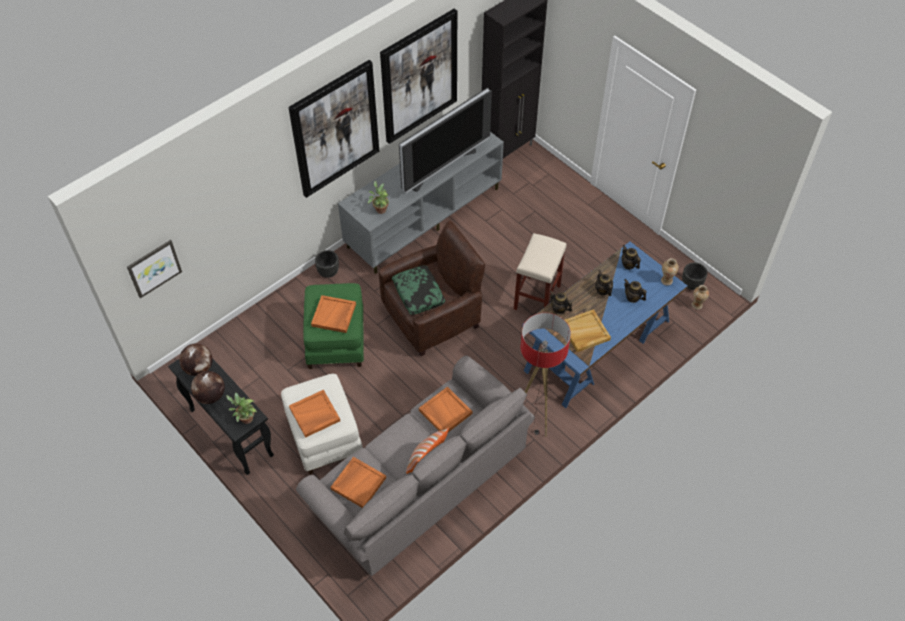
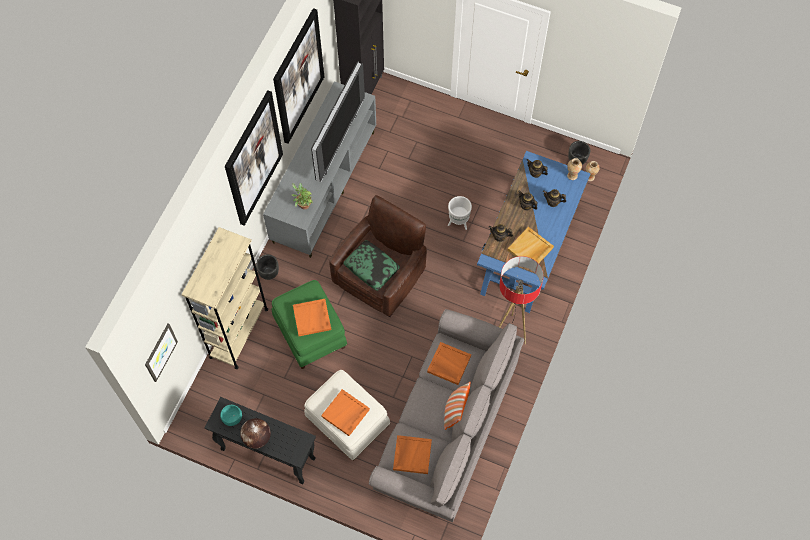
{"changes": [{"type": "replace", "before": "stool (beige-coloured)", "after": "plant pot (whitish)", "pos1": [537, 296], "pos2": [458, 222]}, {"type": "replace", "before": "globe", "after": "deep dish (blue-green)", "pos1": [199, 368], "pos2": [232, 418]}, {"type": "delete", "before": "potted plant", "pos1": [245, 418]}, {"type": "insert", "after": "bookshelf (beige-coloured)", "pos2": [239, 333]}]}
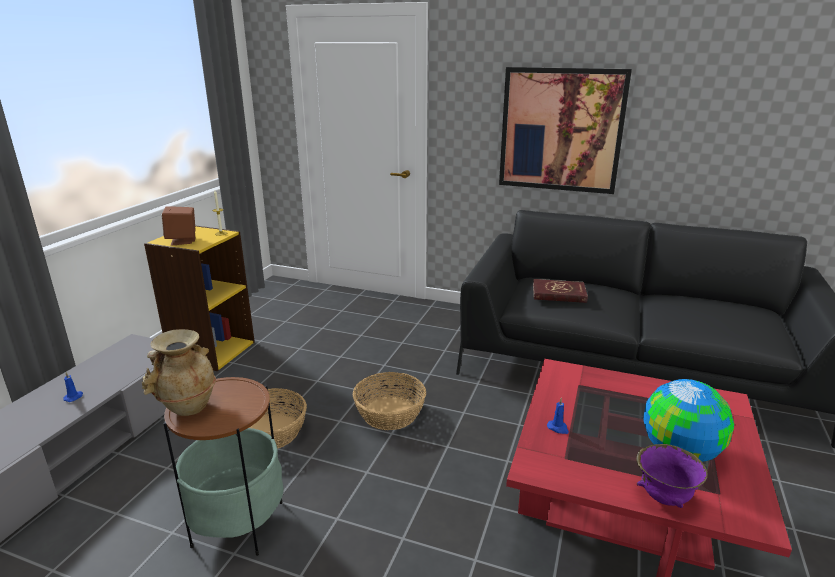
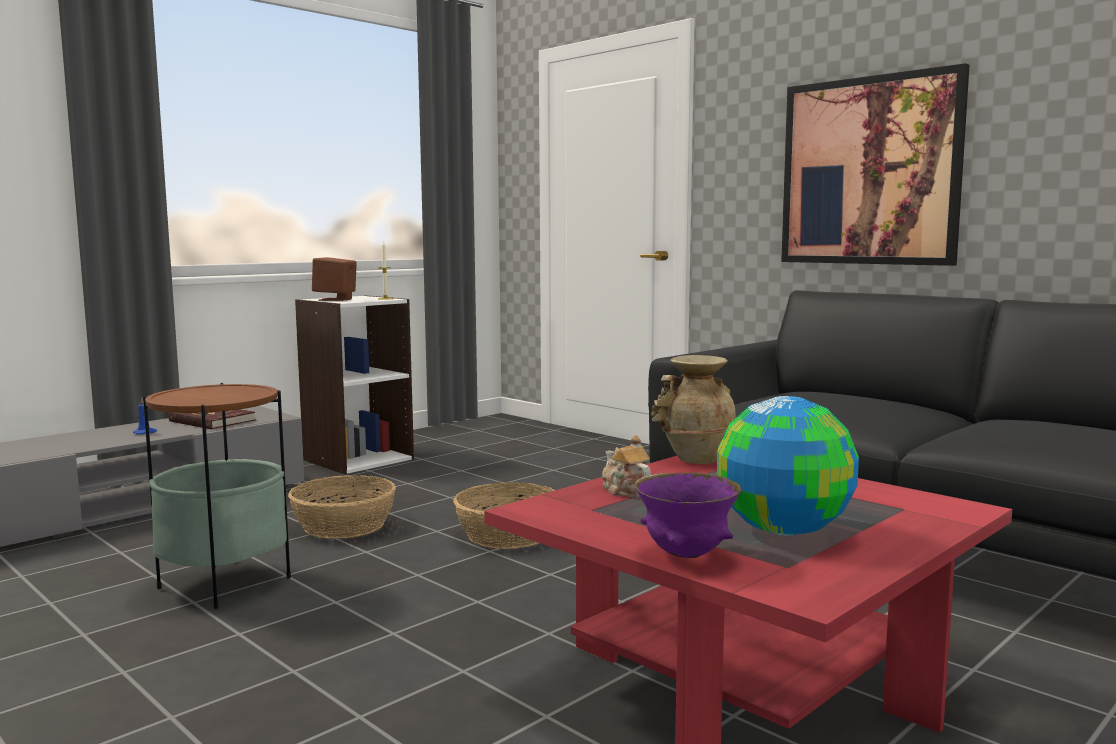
{"changes": [{"type": "recolor", "before": "bookshelf (yellow-coloured)", "after": "bookshelf (whitish)", "pos1": [211, 350], "pos2": [358, 459]}, {"type": "move", "before": "book (reddish)", "pos1": [559, 293], "pos2": [211, 421]}, {"type": "move", "before": "decorative vase (beige-coloured)", "pos1": [187, 407], "pos2": [695, 459]}, {"type": "replace", "before": "wax candle (blue-coloured)", "after": "pot for tea", "pos1": [558, 428], "pos2": [624, 490]}]}
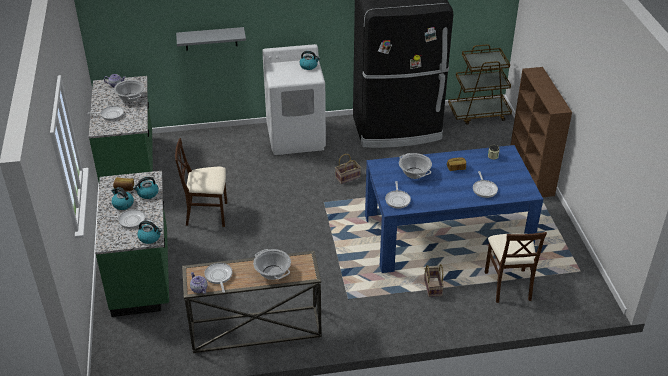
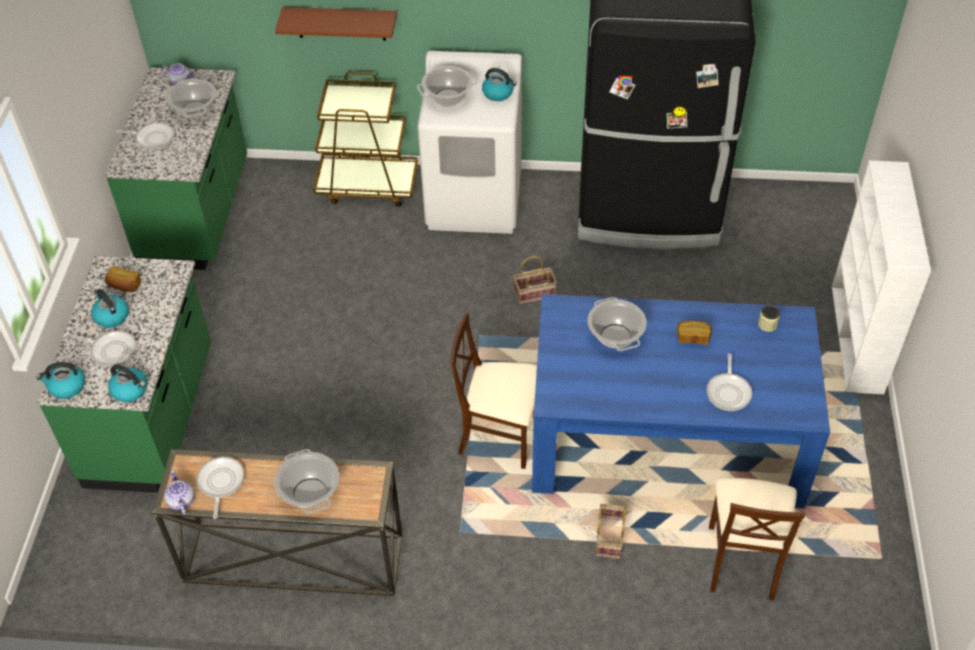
{"changes": [{"type": "recolor", "before": "shelf (greyish)", "after": "shelf (brownish)", "pos1": [211, 38], "pos2": [341, 23]}, {"type": "move", "before": "wheeled cart (brownish)", "pos1": [479, 113], "pos2": [368, 185]}, {"type": "recolor", "before": "bookshelf (brownish)", "after": "bookshelf (whitish)", "pos1": [532, 173], "pos2": [857, 339]}, {"type": "move", "before": "plain chair (beige-coloured)", "pos1": [207, 214], "pos2": [499, 436]}, {"type": "move", "before": "kettle", "pos1": [147, 193], "pos2": [66, 387]}, {"type": "delete", "before": "skillet", "pos1": [397, 199]}, {"type": "insert", "after": "saucepot", "pos2": [447, 98]}]}
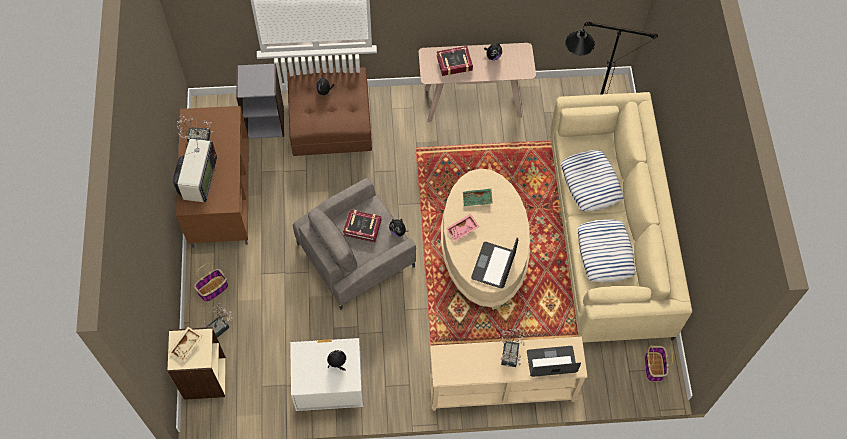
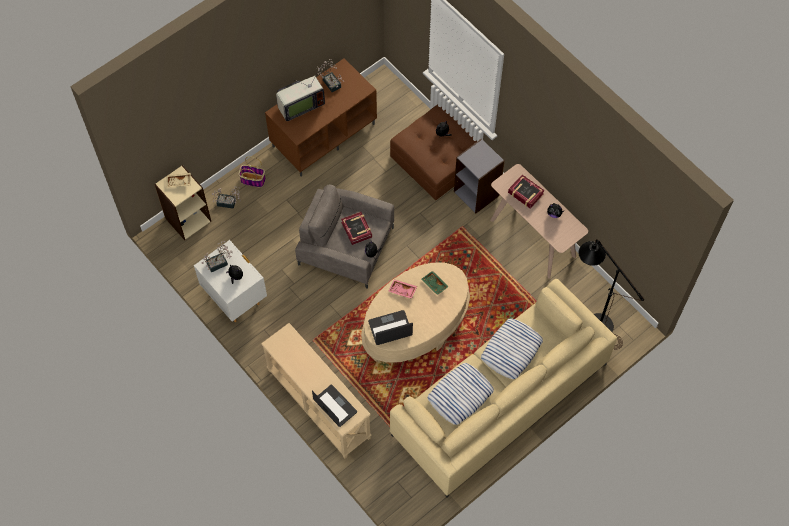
{"changes": [{"type": "move", "before": "bookshelf (greyish)", "pos1": [265, 121], "pos2": [477, 193]}, {"type": "move", "before": "potted plant", "pos1": [510, 352], "pos2": [219, 263]}, {"type": "delete", "before": "basket", "pos1": [654, 367]}]}
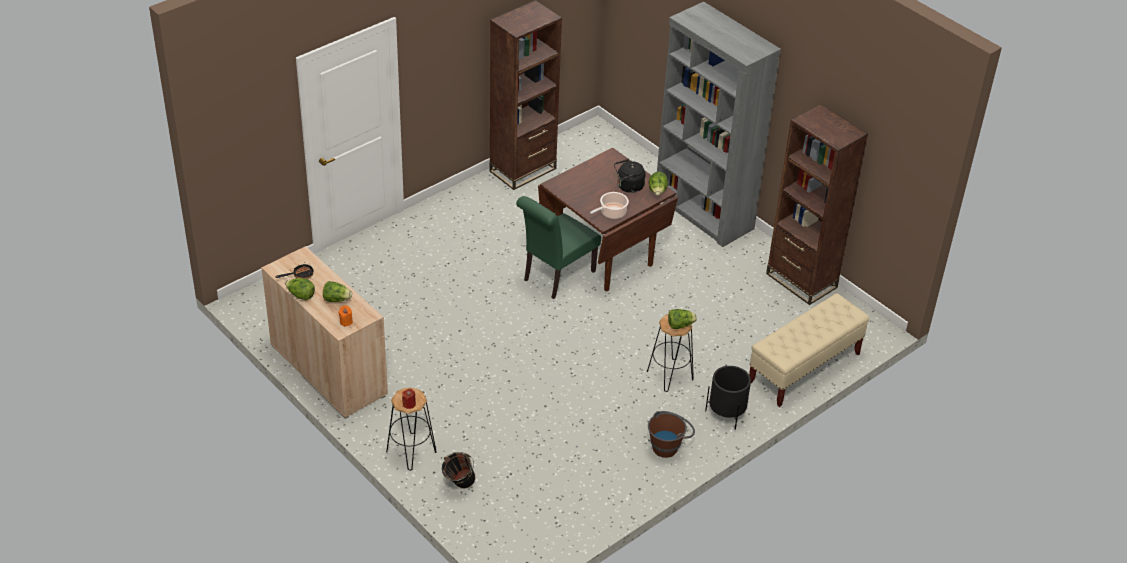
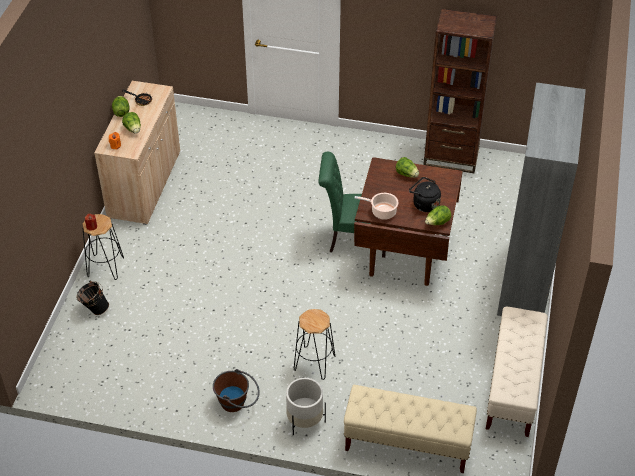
{"changes": [{"type": "replace", "before": "bookshelf (brownish)", "after": "bench (beige-coloured)", "pos1": [801, 280], "pos2": [513, 386]}, {"type": "move", "before": "lettuce head", "pos1": [680, 325], "pos2": [407, 174]}, {"type": "recolor", "before": "plant pot (black)", "after": "plant pot (whitish)", "pos1": [726, 414], "pos2": [305, 421]}]}
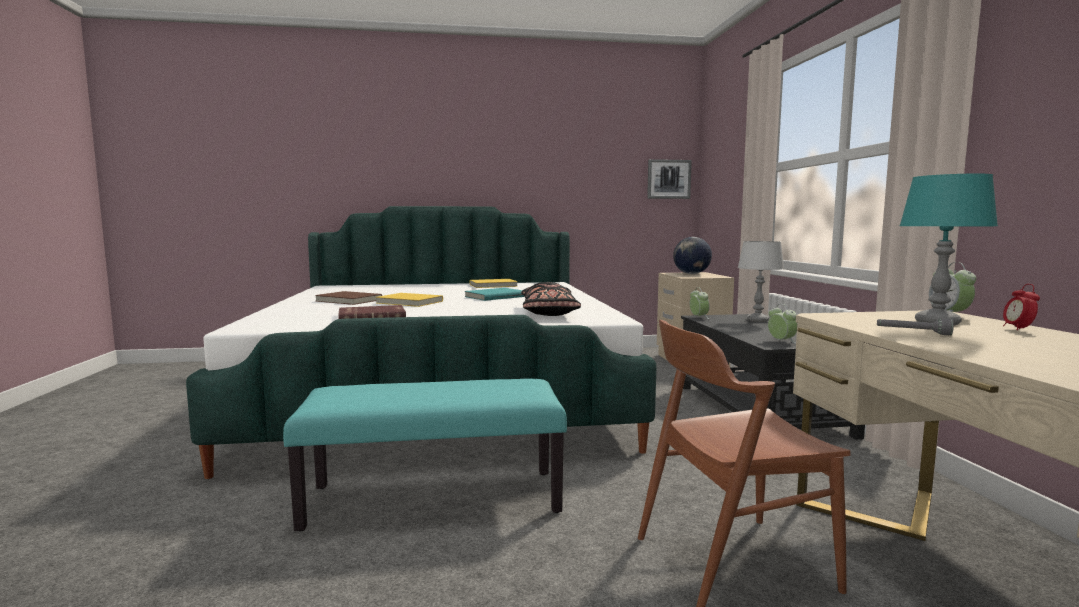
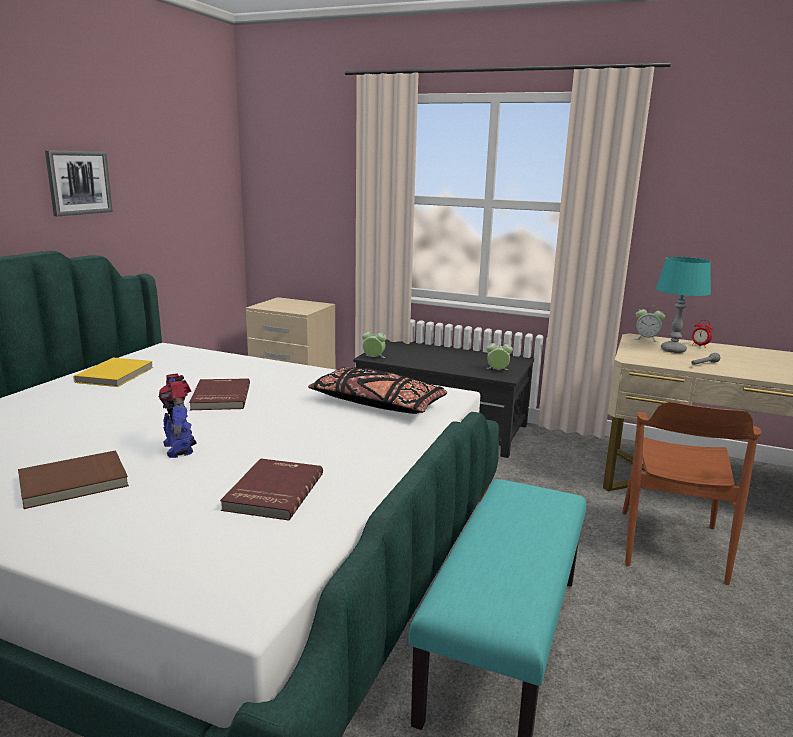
{"changes": [{"type": "move", "before": "wall picture", "pos1": [668, 179], "pos2": [78, 182]}, {"type": "delete", "before": "globe", "pos1": [691, 274]}, {"type": "delete", "before": "table lamp (greyish)", "pos1": [757, 320]}, {"type": "recolor", "before": "book (blue-green)", "after": "book (reddish)", "pos1": [494, 296], "pos2": [219, 397]}, {"type": "replace", "before": "book (yellow-coloured)", "after": "robot figure", "pos1": [409, 302], "pos2": [179, 448]}]}
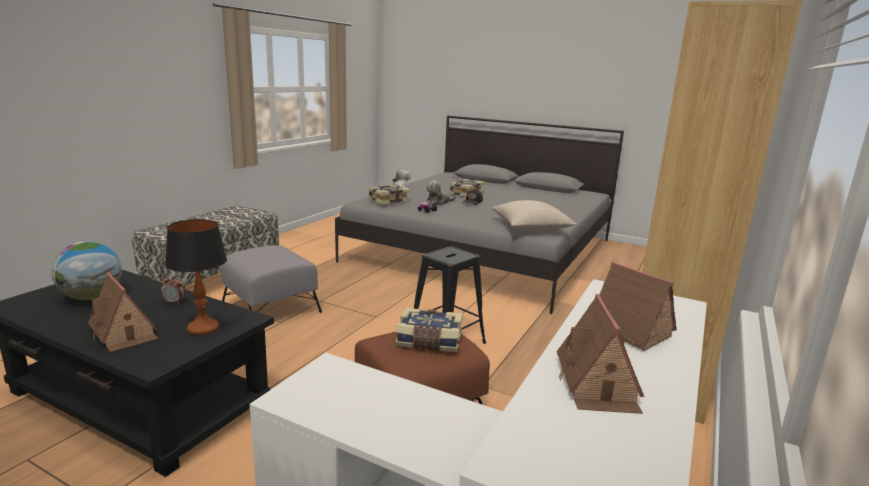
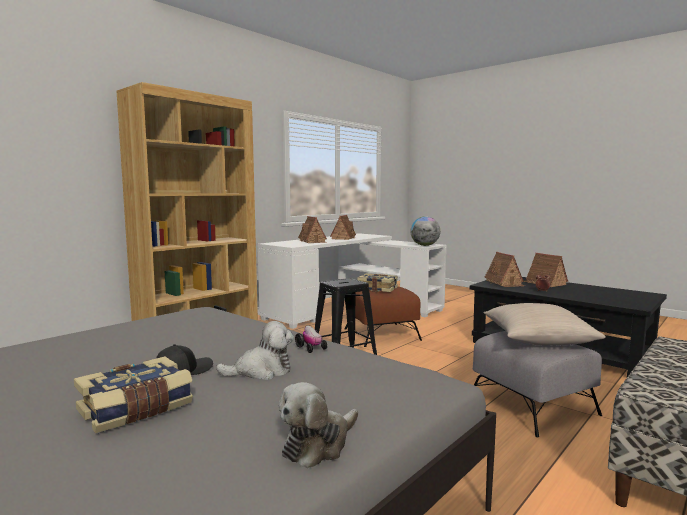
{"changes": [{"type": "delete", "before": "book", "pos1": [388, 200]}, {"type": "move", "before": "cushion (beige-coloured)", "pos1": [530, 227], "pos2": [538, 339]}, {"type": "replace", "before": "table lamp", "after": "miniature house", "pos1": [202, 328], "pos2": [504, 283]}, {"type": "move", "before": "globe", "pos1": [92, 297], "pos2": [424, 245]}]}
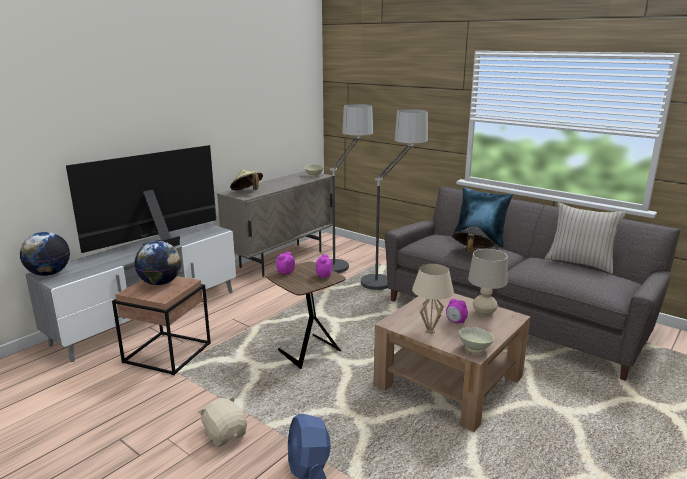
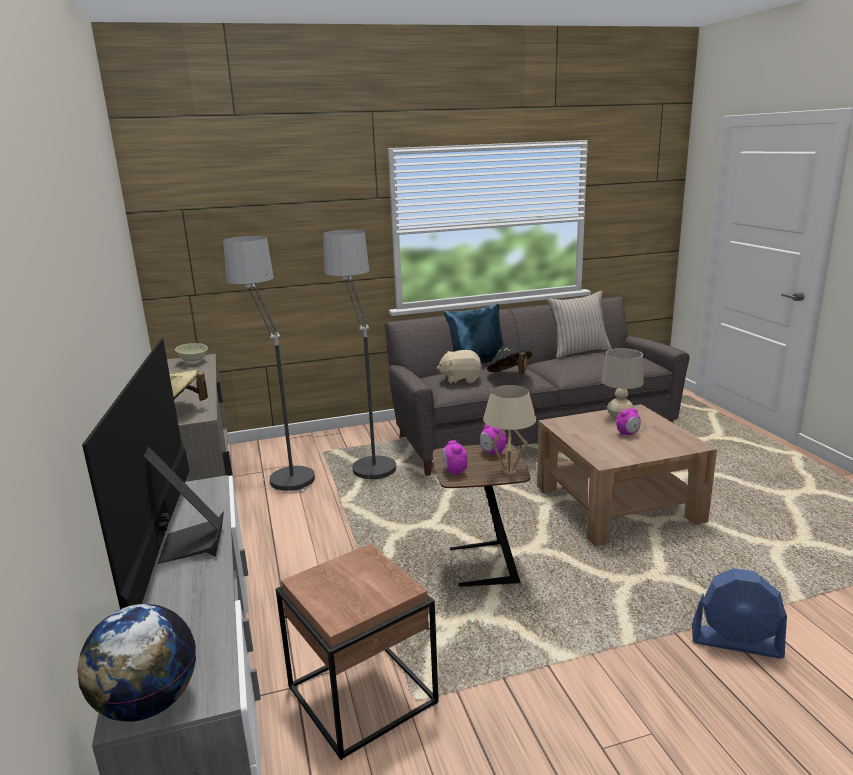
{"changes": [{"type": "delete", "before": "globe", "pos1": [160, 283]}, {"type": "move", "before": "table lamp (beige-coloured)", "pos1": [430, 331], "pos2": [509, 472]}, {"type": "delete", "before": "deep dish (beige-coloured)", "pos1": [475, 349]}, {"type": "move", "before": "soft toy (beige-coloured)", "pos1": [225, 434], "pos2": [460, 379]}]}
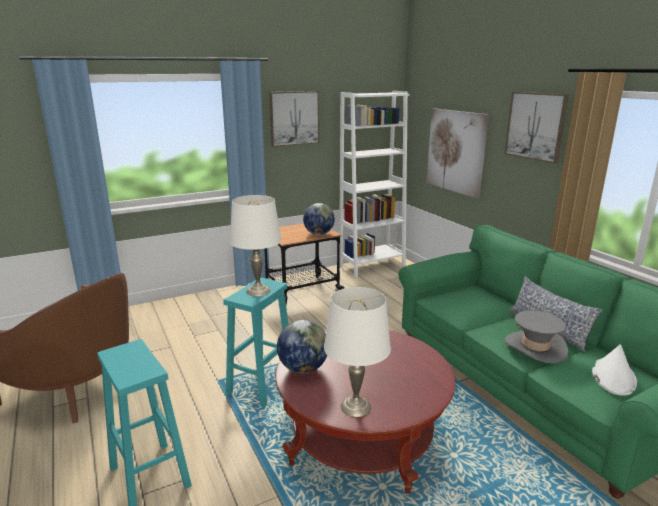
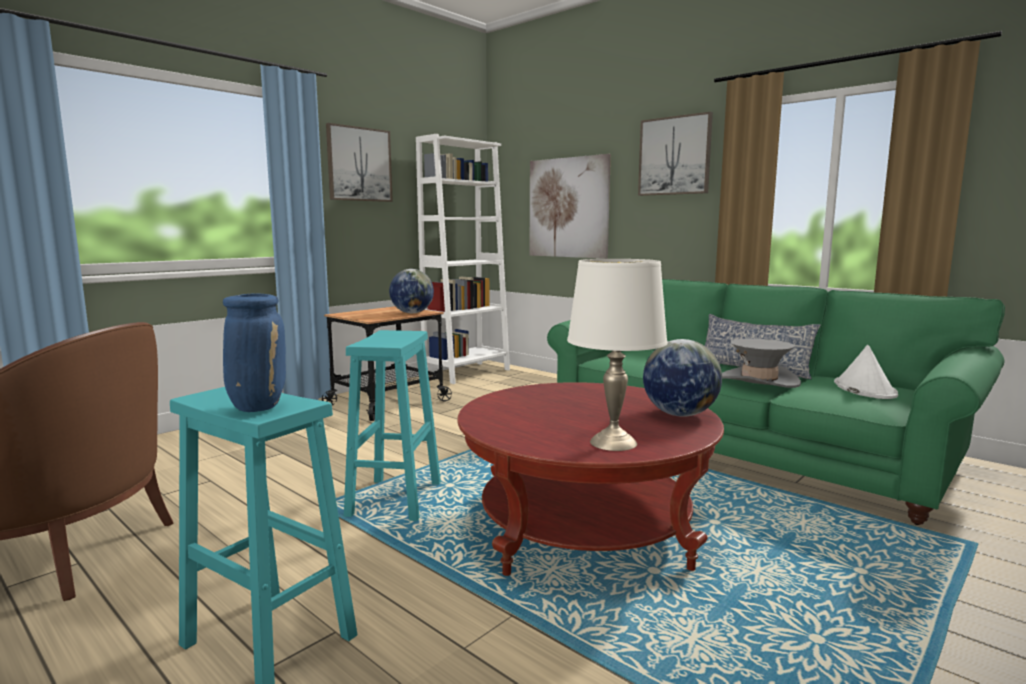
{"changes": [{"type": "delete", "before": "table lamp (whitish)", "pos1": [258, 291]}, {"type": "move", "before": "globe", "pos1": [303, 368], "pos2": [679, 414]}, {"type": "insert", "after": "decorative vase (blue-coloured)", "pos2": [257, 406]}]}
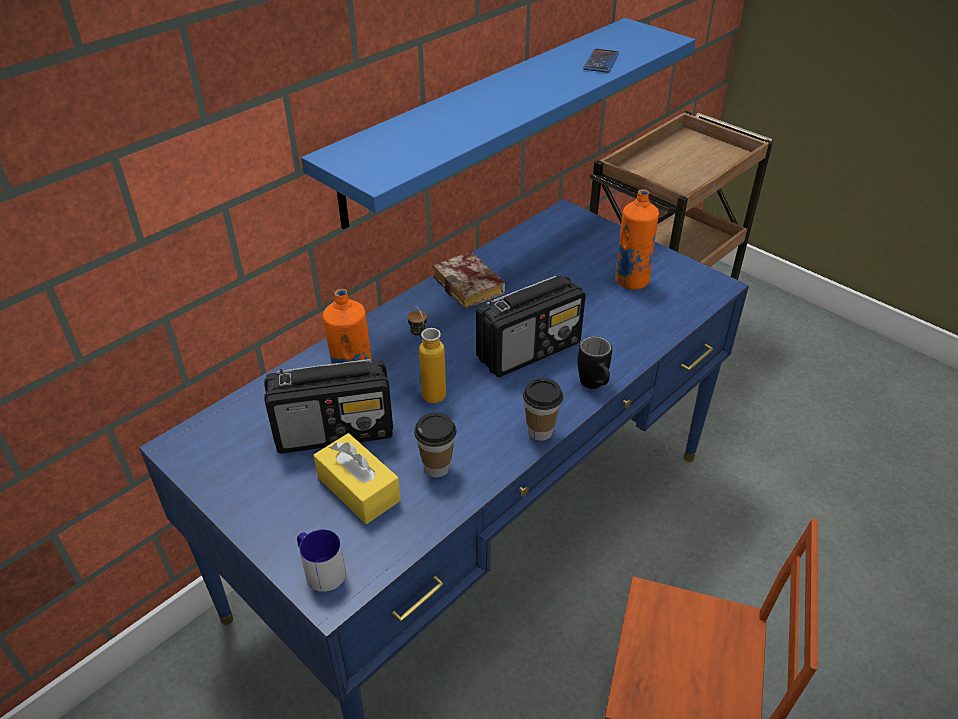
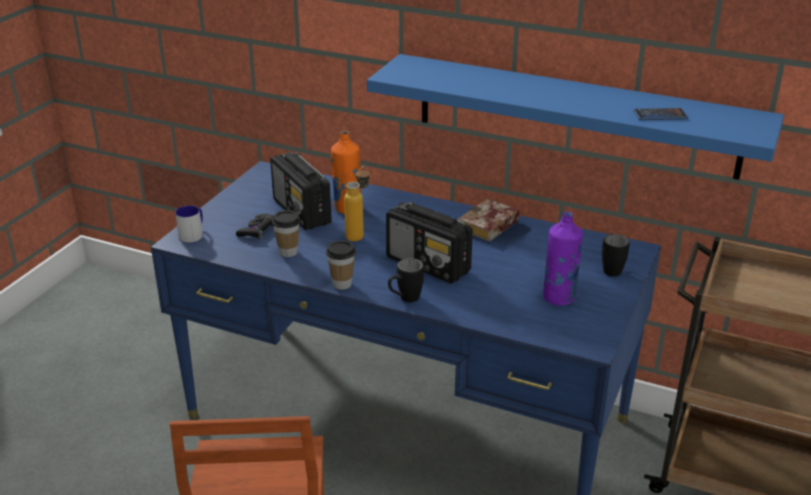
{"changes": [{"type": "recolor", "before": "bottle (orange)", "after": "bottle (purple)", "pos1": [631, 281], "pos2": [559, 298]}, {"type": "replace", "before": "tissue box (yellow-coloured)", "after": "joypad (black)", "pos1": [358, 489], "pos2": [258, 231]}, {"type": "insert", "after": "mug (black)", "pos2": [611, 268]}]}
